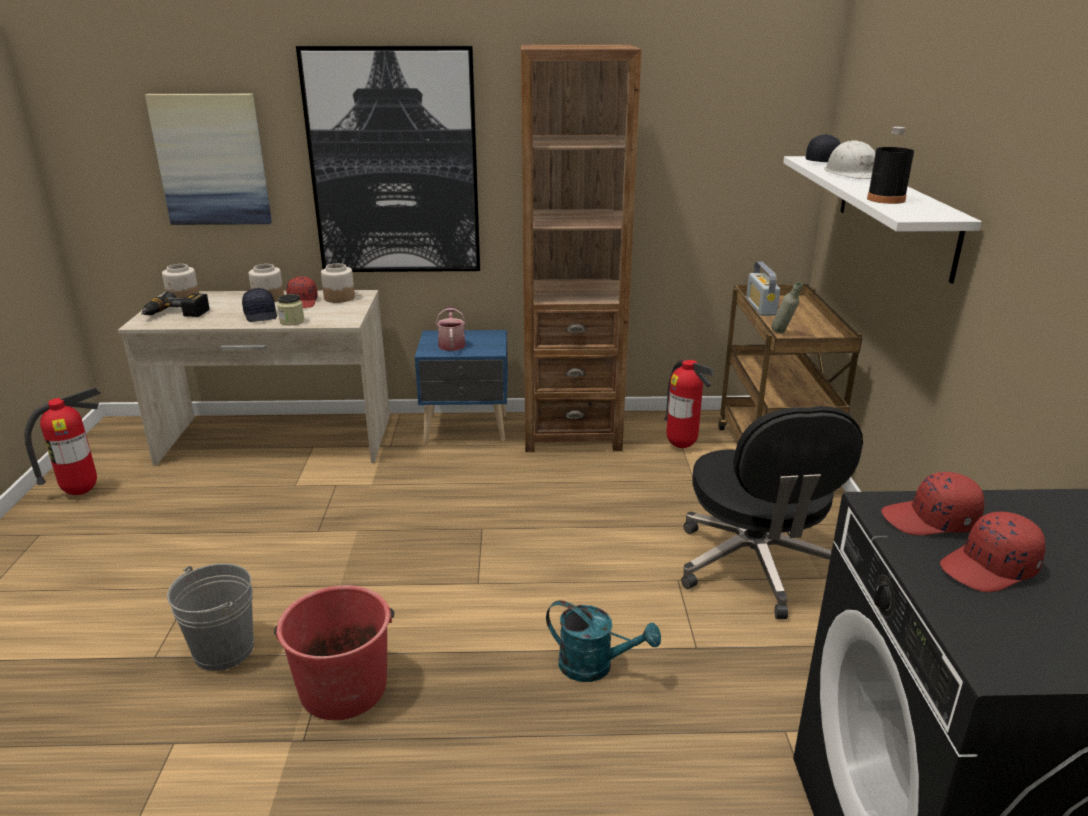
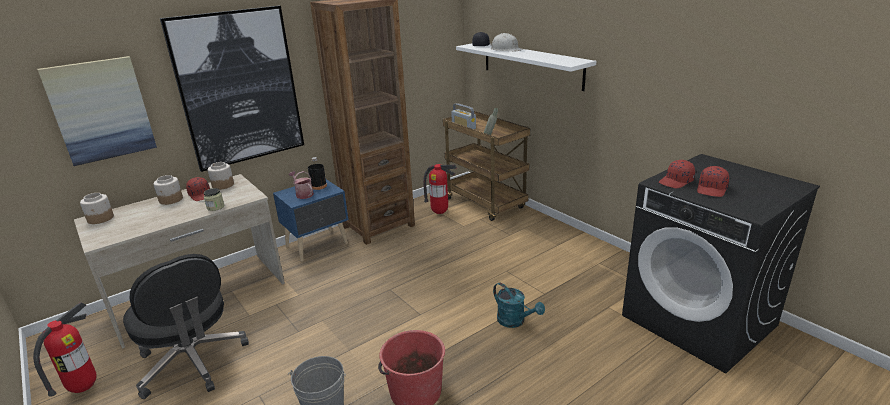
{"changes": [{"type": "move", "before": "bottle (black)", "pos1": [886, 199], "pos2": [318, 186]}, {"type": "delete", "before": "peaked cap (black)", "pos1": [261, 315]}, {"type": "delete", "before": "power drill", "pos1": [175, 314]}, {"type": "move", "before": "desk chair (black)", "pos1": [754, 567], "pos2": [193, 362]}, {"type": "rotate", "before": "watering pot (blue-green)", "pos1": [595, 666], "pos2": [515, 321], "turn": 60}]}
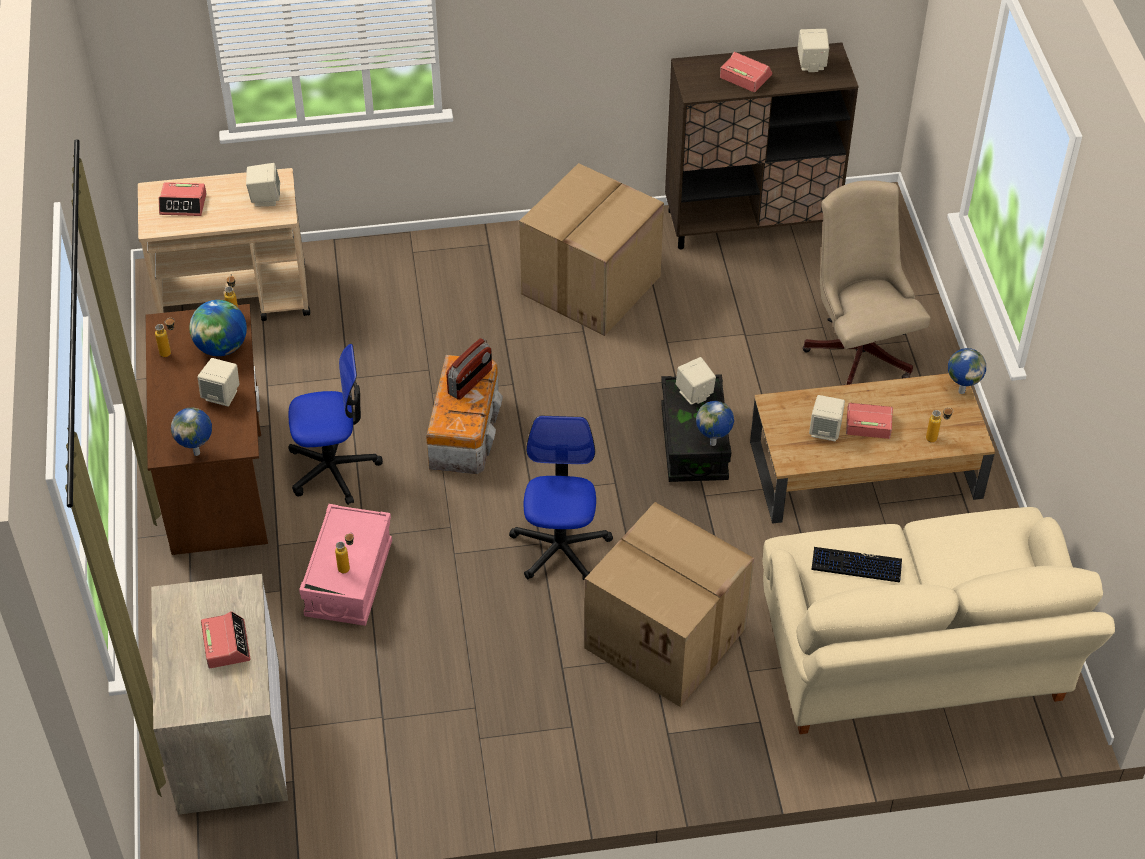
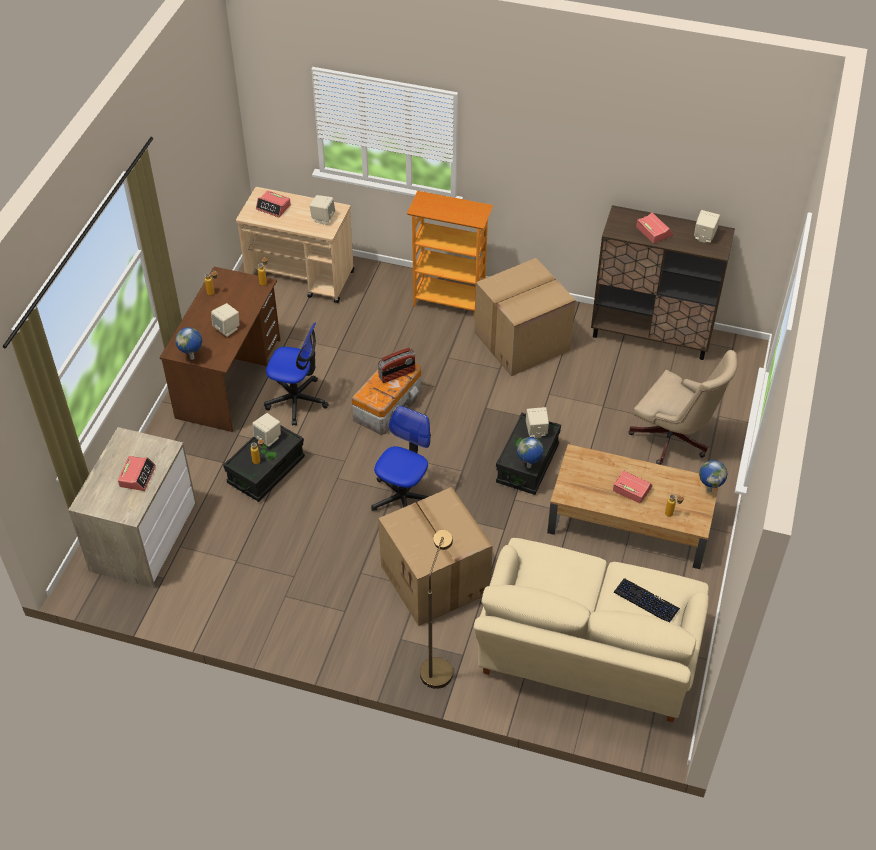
{"changes": [{"type": "rotate", "before": "desk chair (beige-coloured)", "pos1": [858, 347], "pos2": [674, 440], "turn": 120}, {"type": "delete", "before": "globe", "pos1": [221, 347]}, {"type": "move", "before": "speaker (beige-coloured)", "pos1": [825, 431], "pos2": [268, 438]}, {"type": "recolor", "before": "storage box (pinkish)", "after": "storage box (black)", "pos1": [349, 579], "pos2": [266, 471]}, {"type": "move", "before": "PC keyboard", "pos1": [856, 565], "pos2": [646, 601]}, {"type": "insert", "after": "bookshelf", "pos2": [449, 301]}, {"type": "insert", "after": "standing lamp (brownish)", "pos2": [437, 665]}]}
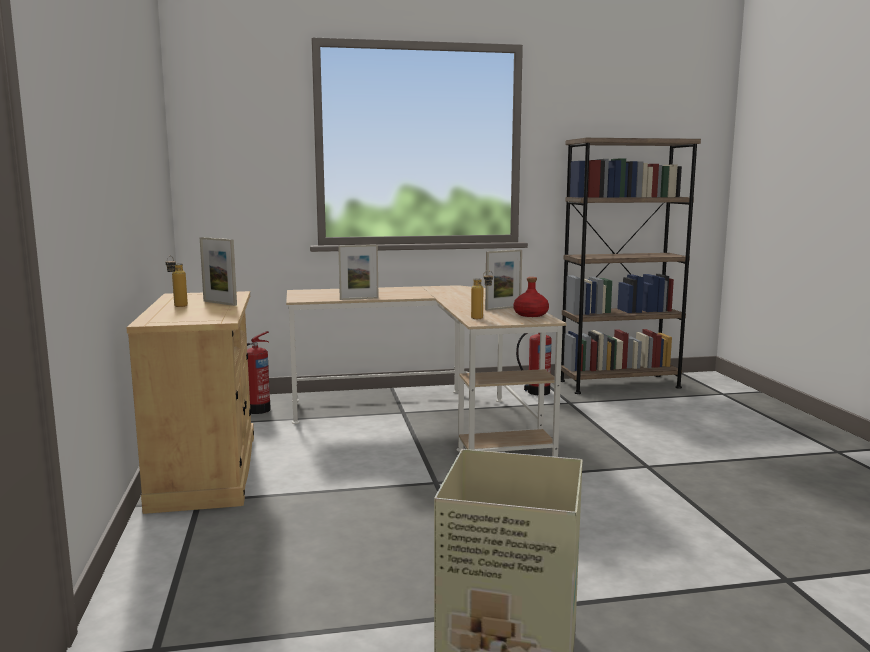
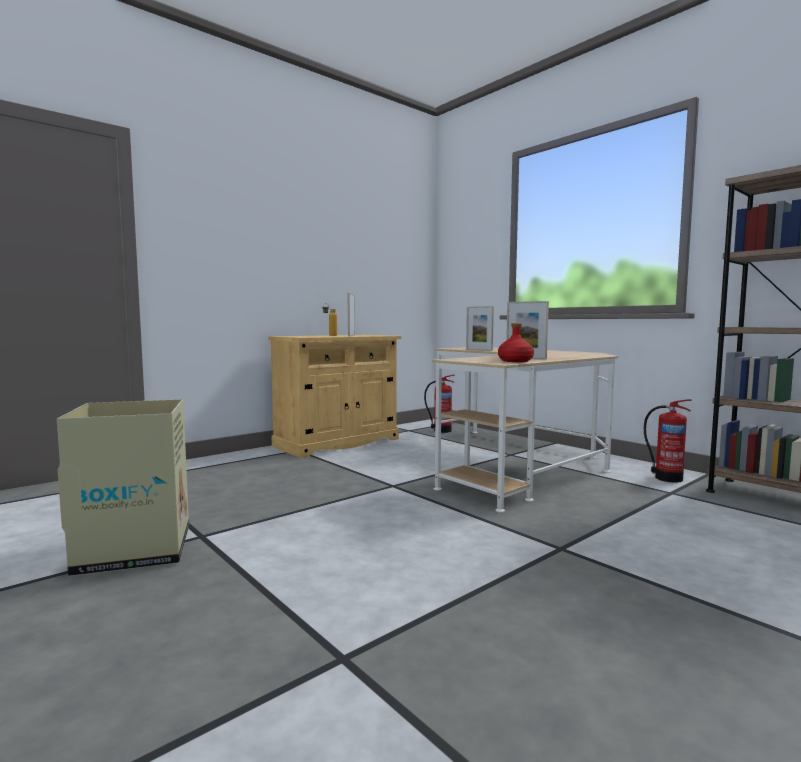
{"changes": [{"type": "delete", "before": "bottle", "pos1": [481, 318]}]}
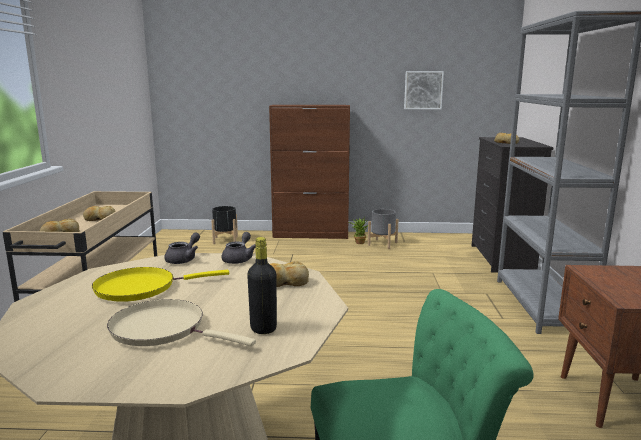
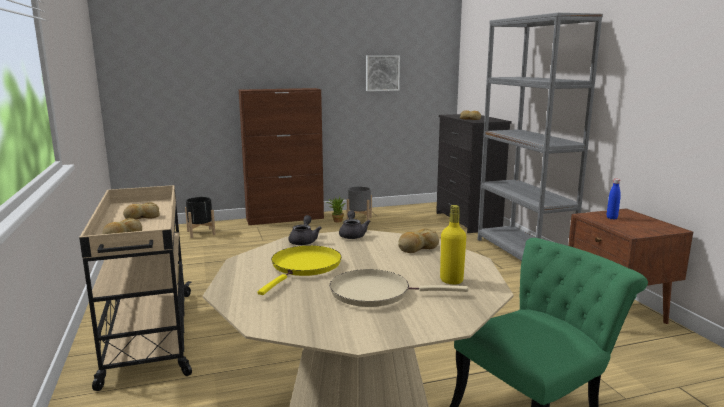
{"changes": [{"type": "recolor", "before": "bottle (black)", "after": "bottle (yellow-coloured)", "pos1": [263, 328], "pos2": [451, 280]}, {"type": "rotate", "before": "skillet (yellow-coloured)", "pos1": [141, 288], "pos2": [304, 267], "turn": 150}, {"type": "insert", "after": "bottle (blue-coloured)", "pos2": [611, 218]}]}
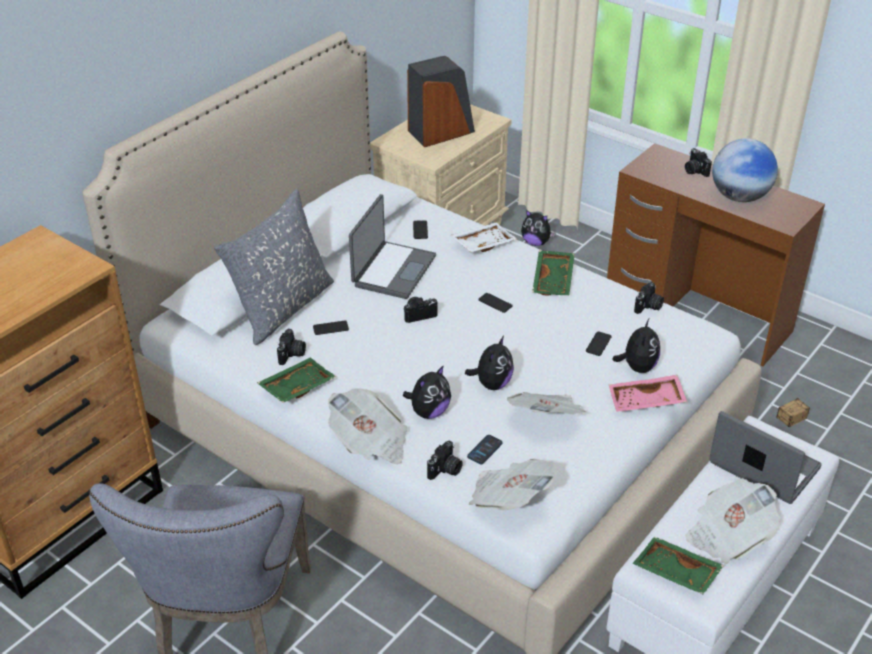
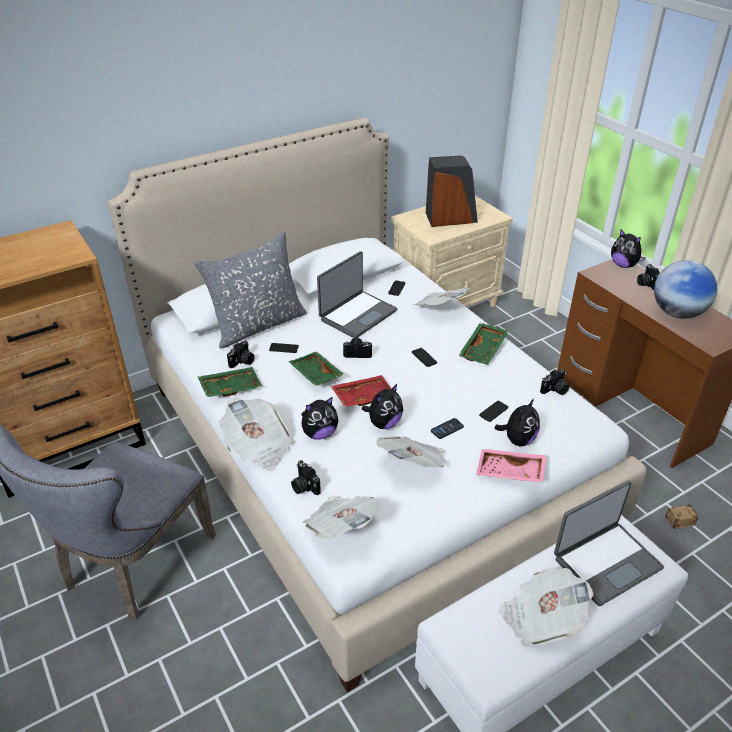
{"changes": [{"type": "move", "before": "soft toy", "pos1": [536, 242], "pos2": [623, 265]}, {"type": "replace", "before": "carrying tray (whitish)", "after": "newspaper", "pos1": [482, 244], "pos2": [440, 309]}, {"type": "rotate", "before": "laptop", "pos1": [763, 467], "pos2": [606, 562], "turn": 90}, {"type": "move", "before": "handset", "pos1": [485, 450], "pos2": [447, 429]}, {"type": "rotate", "before": "photo camera", "pos1": [445, 470], "pos2": [304, 486], "turn": 90}, {"type": "move", "before": "carrying tray (green)", "pos1": [675, 573], "pos2": [315, 375]}, {"type": "insert", "after": "carrying tray (reddish)", "pos2": [363, 396]}]}
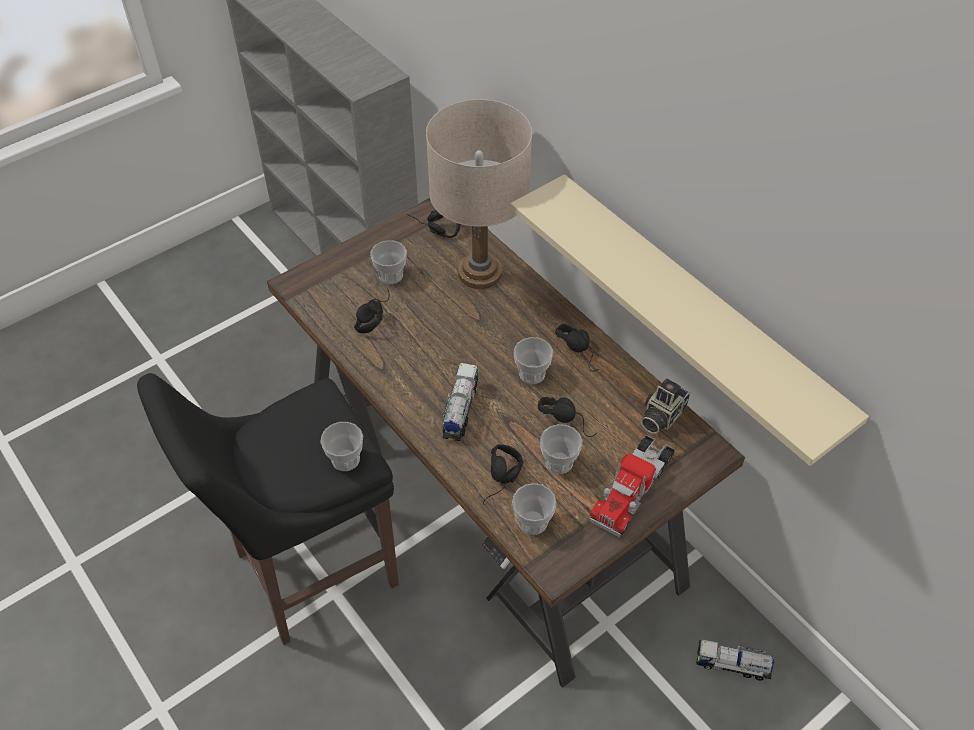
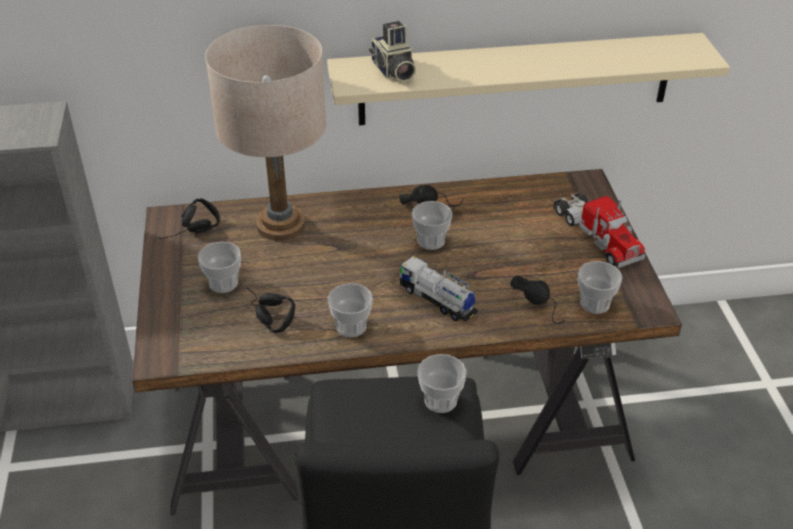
{"changes": [{"type": "move", "before": "photo camera", "pos1": [660, 415], "pos2": [393, 71]}, {"type": "delete", "before": "headphones (black)", "pos1": [568, 419]}, {"type": "move", "before": "small cup", "pos1": [559, 462], "pos2": [351, 326]}, {"type": "delete", "before": "toy lorry", "pos1": [732, 665]}]}
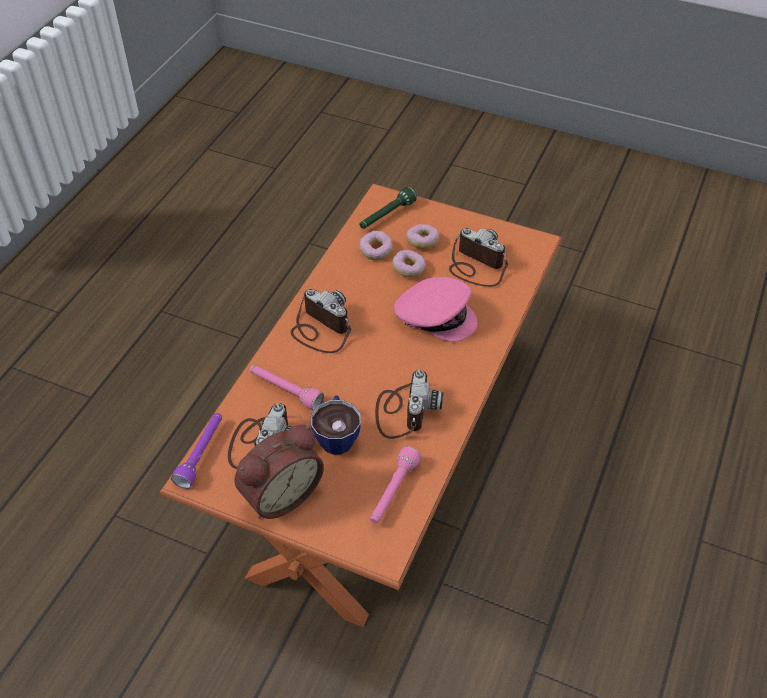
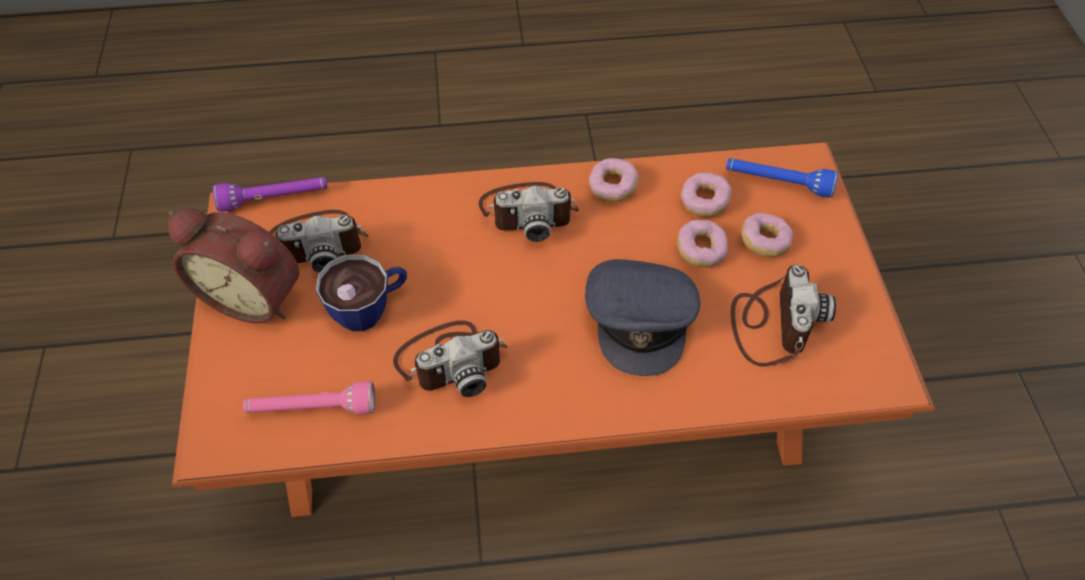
{"changes": [{"type": "recolor", "before": "torch (green)", "after": "torch (blue-coloured)", "pos1": [386, 216], "pos2": [777, 183]}, {"type": "recolor", "before": "peaked cap (pinkish)", "after": "peaked cap (greyish)", "pos1": [435, 315], "pos2": [640, 319]}, {"type": "rotate", "before": "photo camera", "pos1": [320, 329], "pos2": [528, 211], "turn": 75}, {"type": "delete", "before": "torch (pinkish)", "pos1": [285, 391]}, {"type": "insert", "after": "ring doughnut", "pos2": [612, 187]}]}
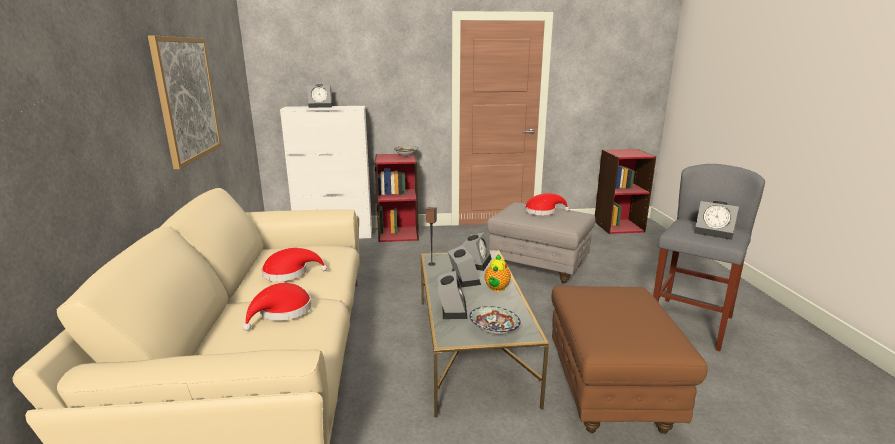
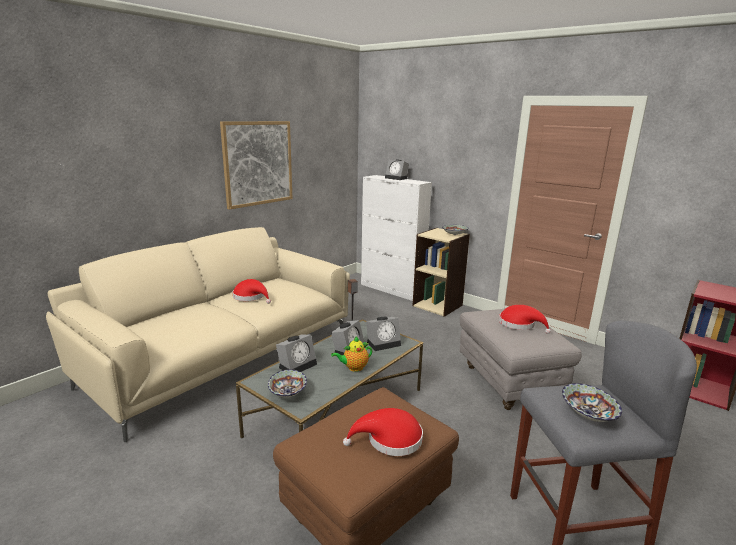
{"changes": [{"type": "recolor", "before": "bookshelf (reddish)", "after": "bookshelf (beige-coloured)", "pos1": [398, 234], "pos2": [438, 305]}, {"type": "replace", "before": "alarm clock", "after": "deep dish", "pos1": [715, 232], "pos2": [588, 415]}, {"type": "move", "before": "hat (reddish)", "pos1": [282, 312], "pos2": [390, 440]}]}
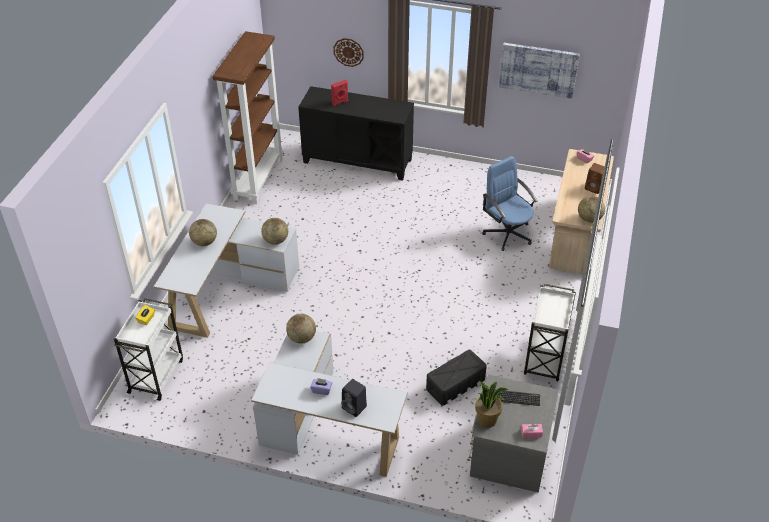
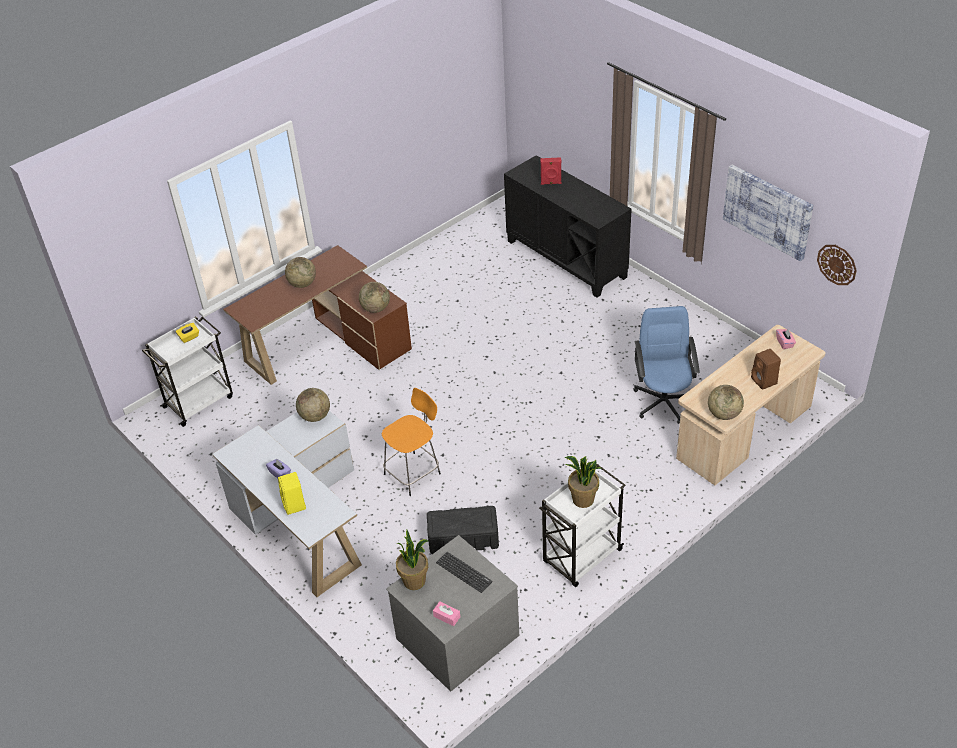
{"changes": [{"type": "delete", "before": "bookshelf (brownish)", "pos1": [258, 178]}, {"type": "move", "before": "clock on the wall", "pos1": [348, 52], "pos2": [837, 264]}, {"type": "recolor", "before": "desk table (whitish)", "after": "desk table (brownish)", "pos1": [227, 288], "pos2": [327, 343]}, {"type": "recolor", "before": "speaker (black)", "after": "speaker (yellow-coloured)", "pos1": [355, 407], "pos2": [294, 505]}, {"type": "insert", "after": "stool (orange)", "pos2": [414, 473]}, {"type": "insert", "after": "potted plant", "pos2": [583, 500]}]}
